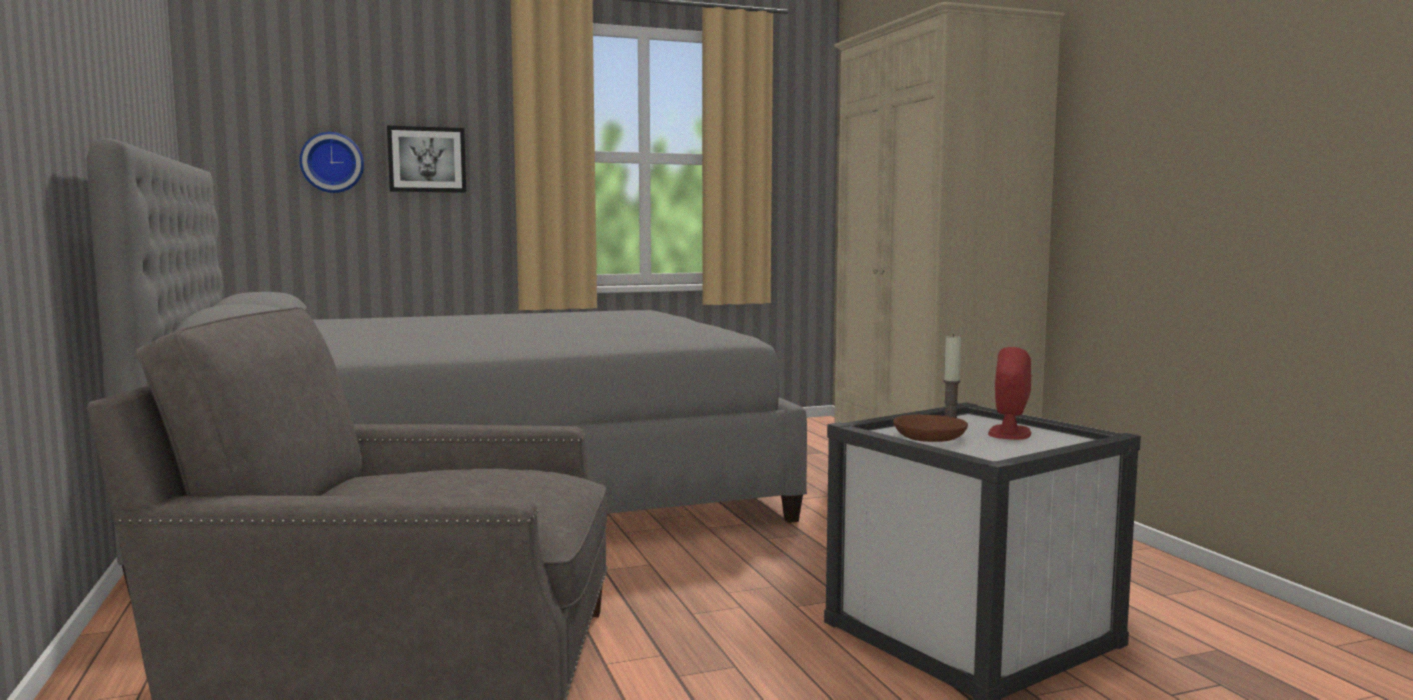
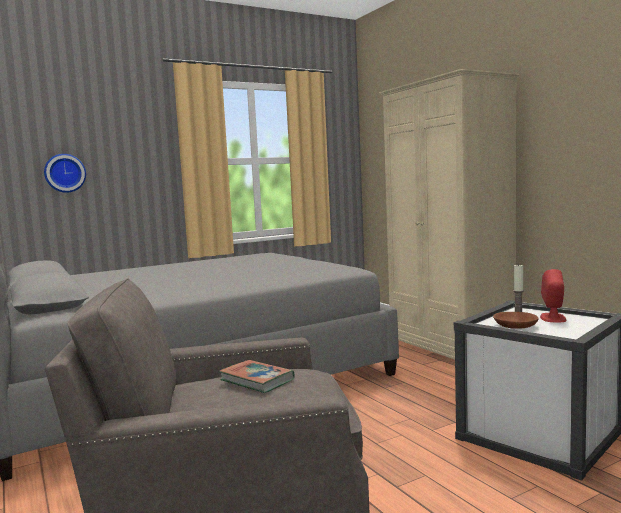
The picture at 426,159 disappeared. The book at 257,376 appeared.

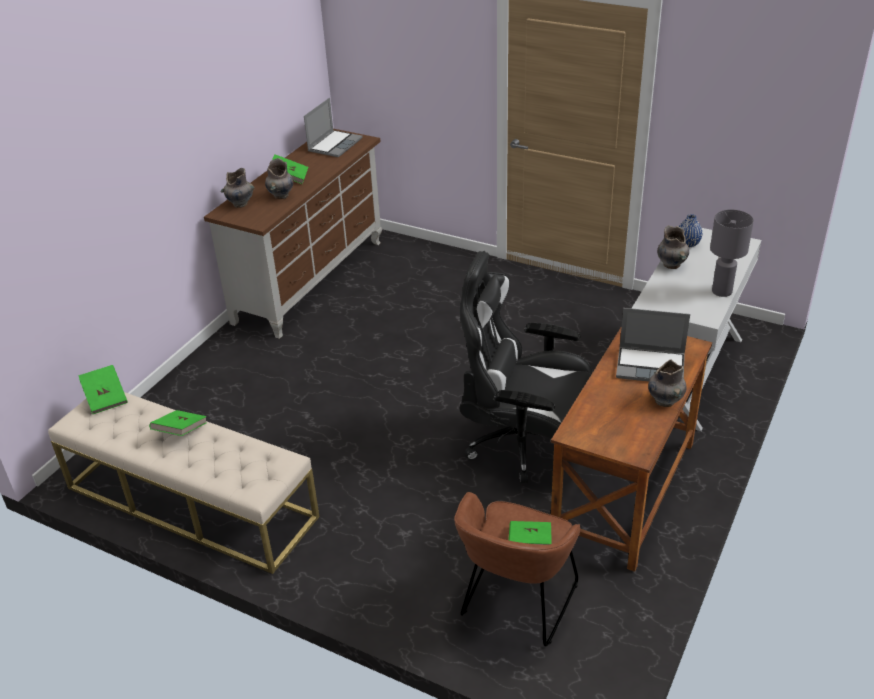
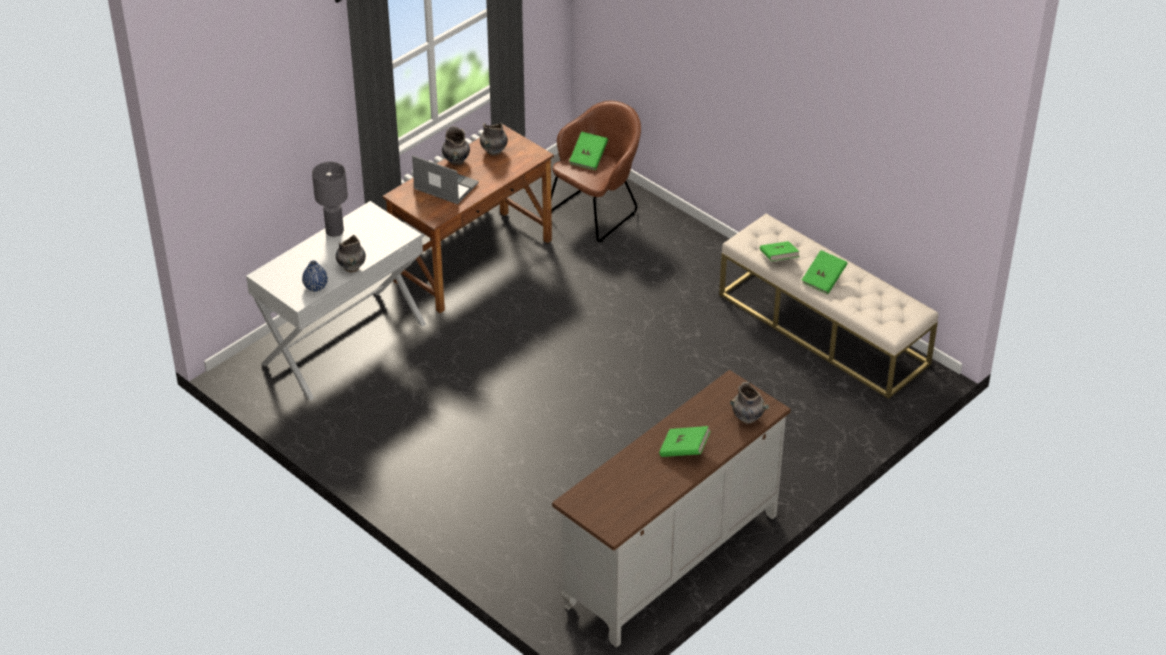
The laptop at 333,127 disappeared. The grey vase moved from 279,178 to 494,139. The black office chair at 526,367 disappeared. The green book moved from 103,389 to 780,251.

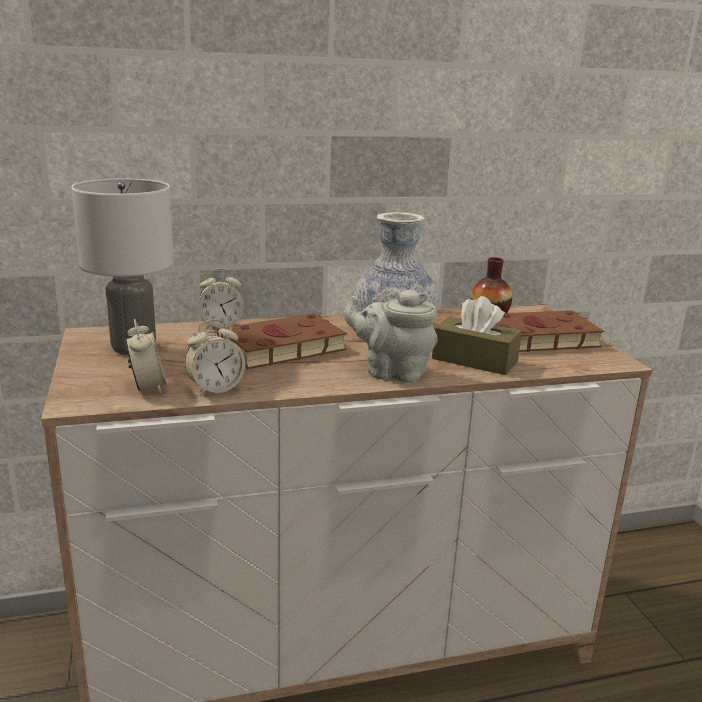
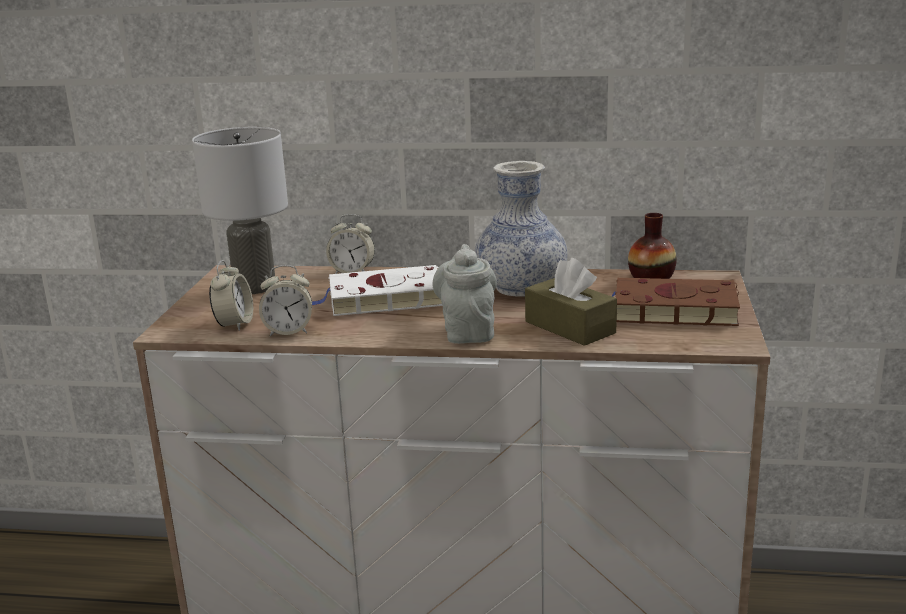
The grey teapot at 390,336 turned 45 degrees clockwise. The brown book at 282,341 became the white book at 377,290.

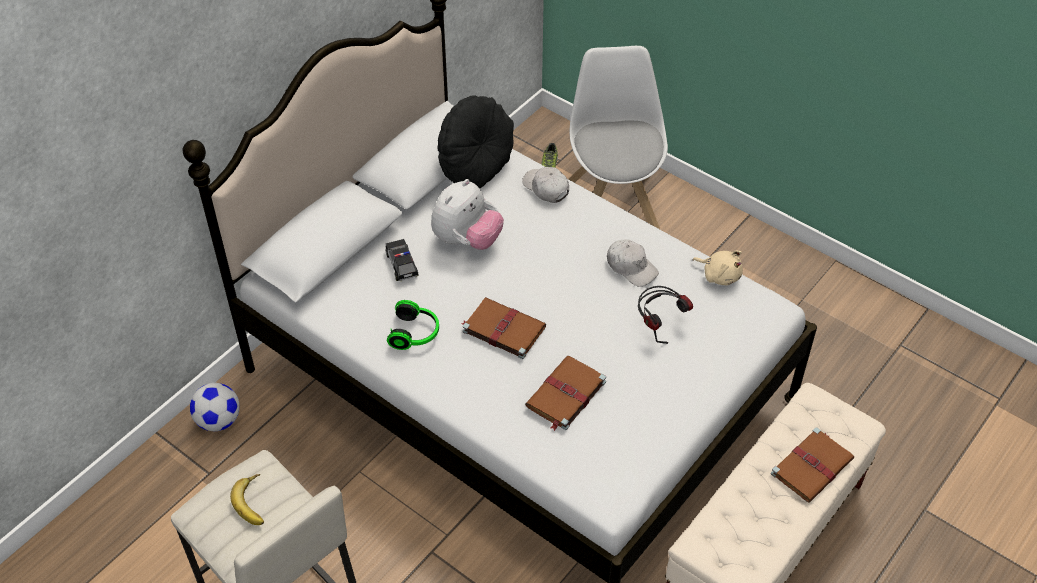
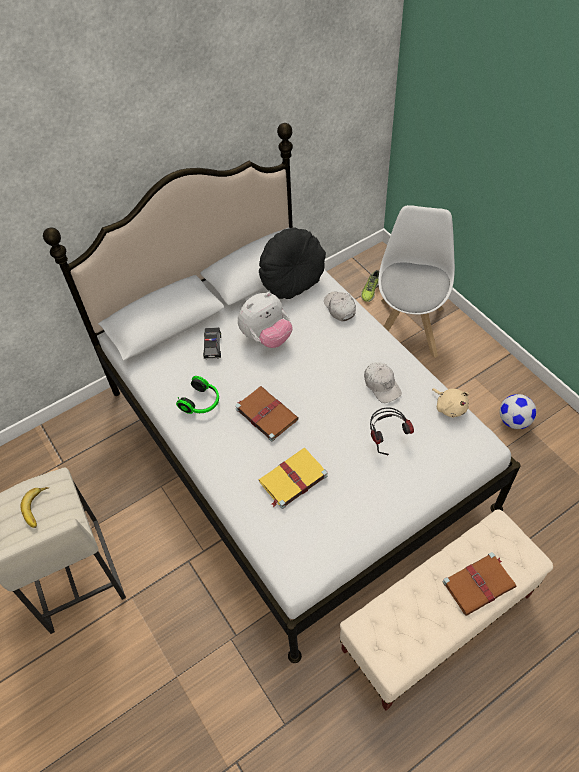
The brown book at 565,393 became the yellow book at 293,478. The football moved from 214,407 to 518,411.

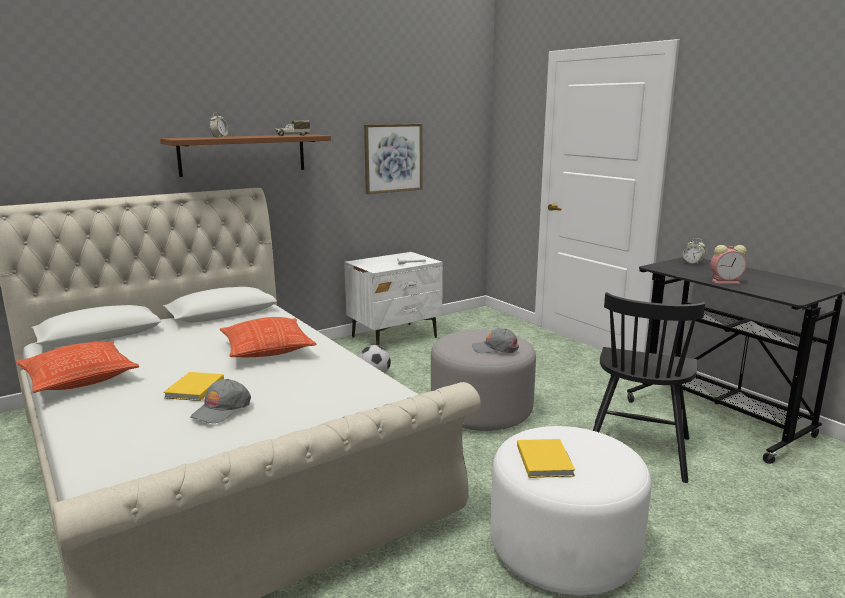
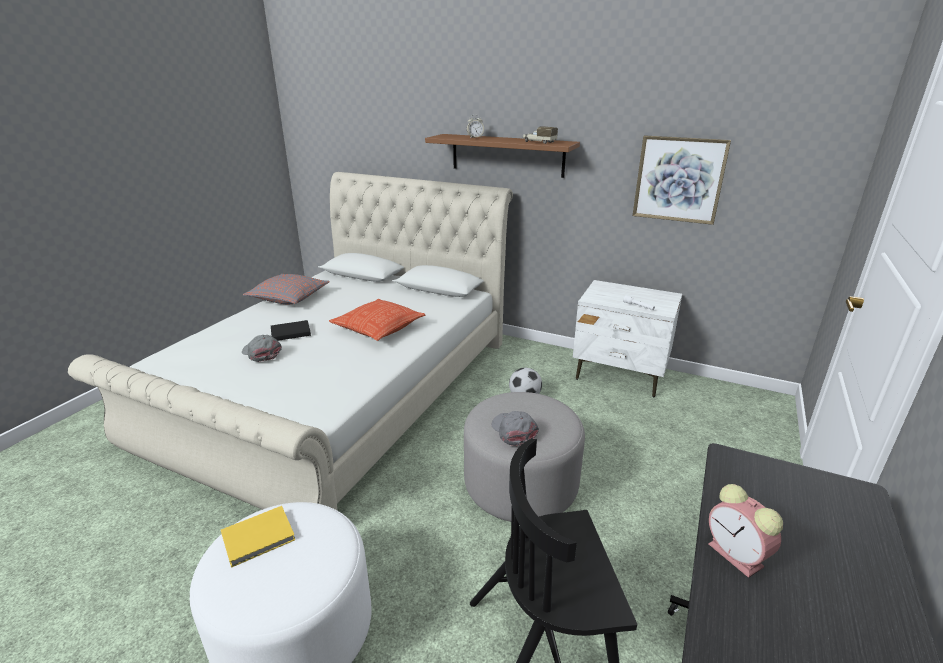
The alarm clock at 694,251 disappeared. The orange pillow at 77,367 became the grey pillow at 286,289. The yellow book at 193,386 became the black book at 291,330. The grey cap at 220,401 turned 45 degrees clockwise.

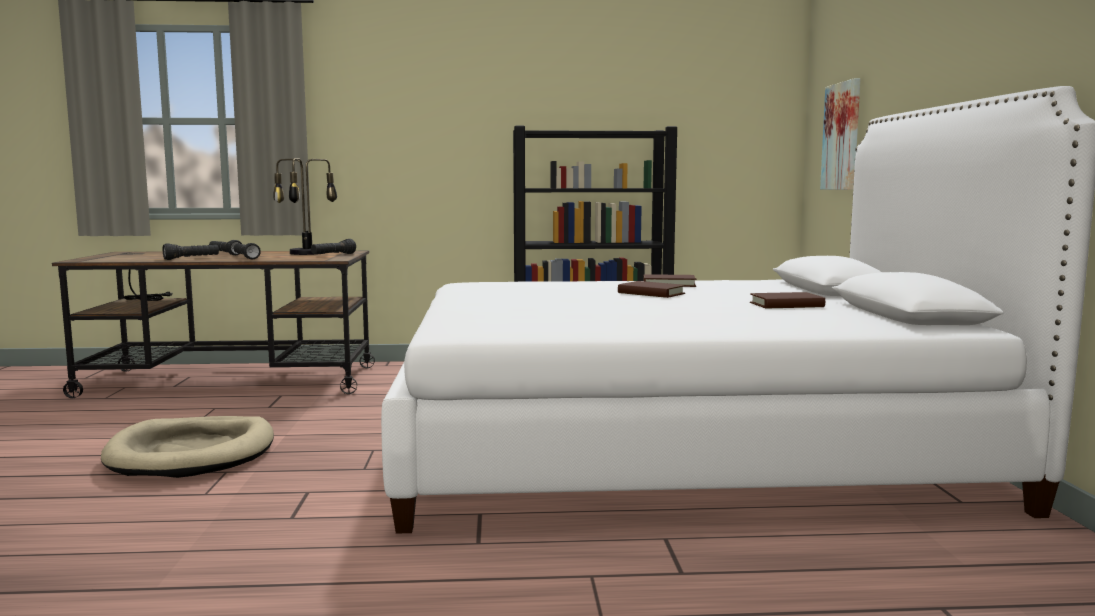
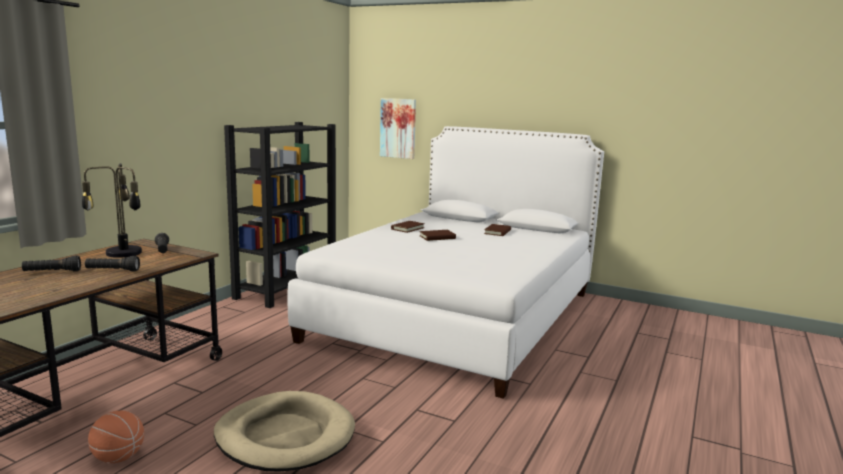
The black flashlight at 191,251 disappeared. The basketball at 116,437 appeared.

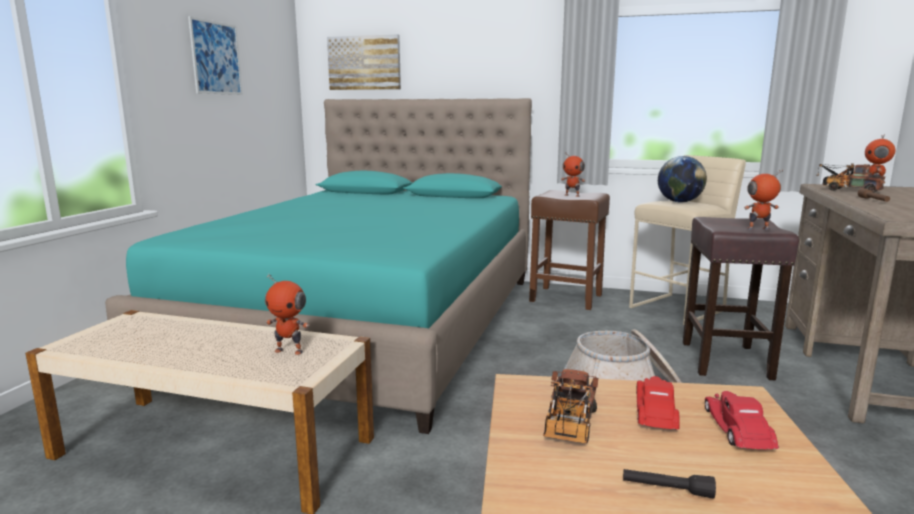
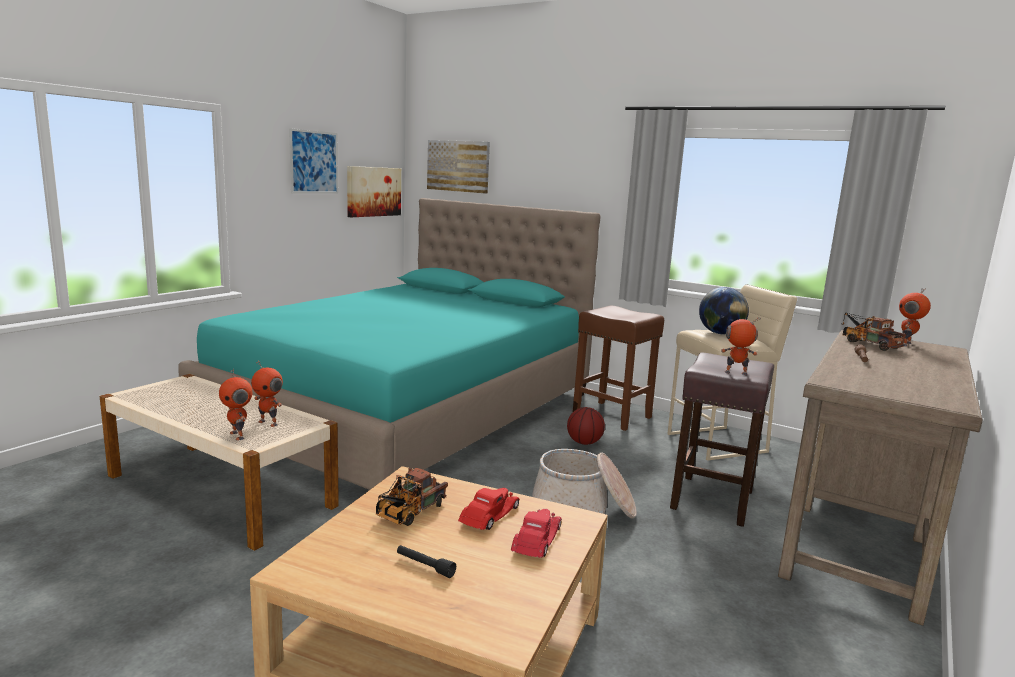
The toy robot moved from 573,175 to 236,404. The picture at 374,191 appeared. The basketball at 586,426 appeared.

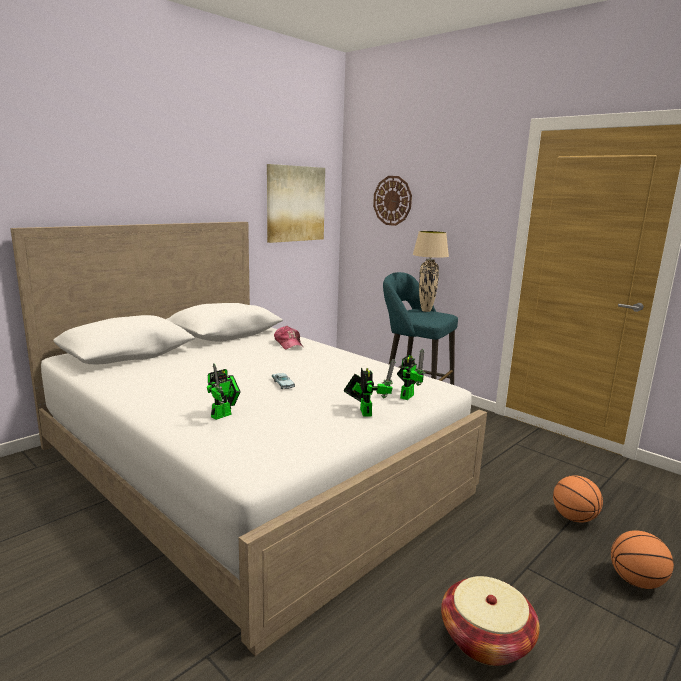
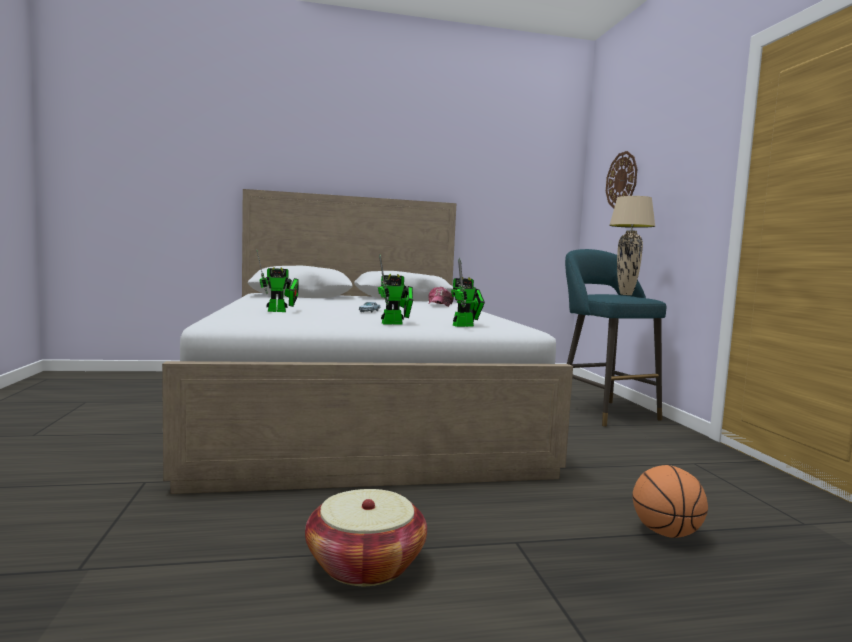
The picture at 296,203 disappeared. The toy robot at 369,387 turned 45 degrees clockwise. The basketball at 642,559 disappeared.

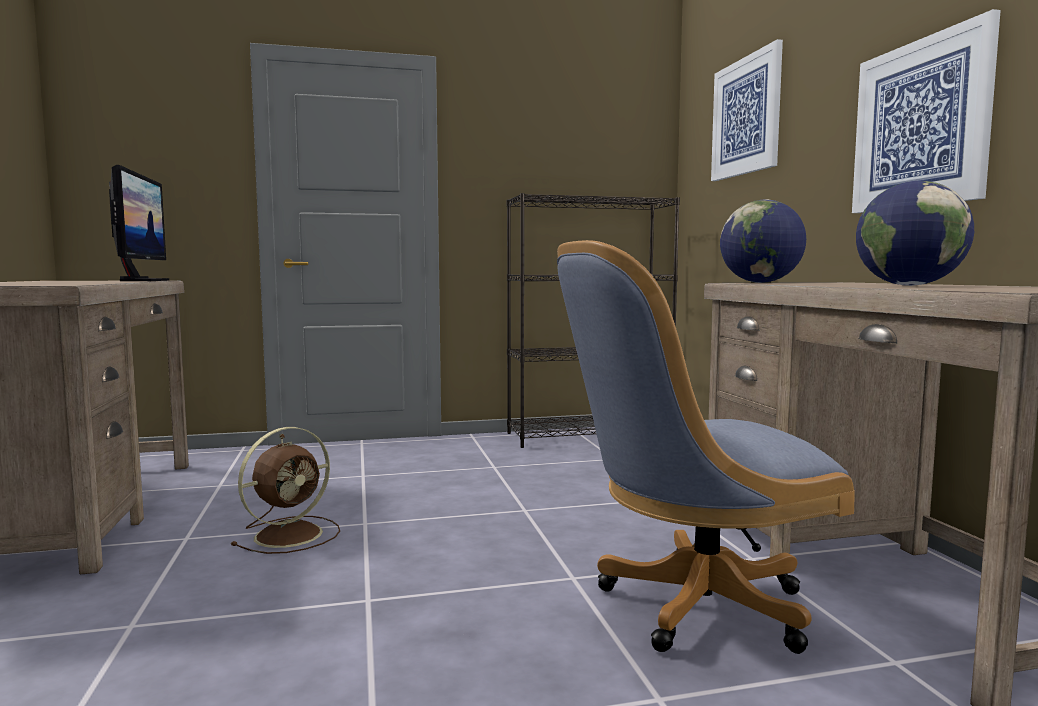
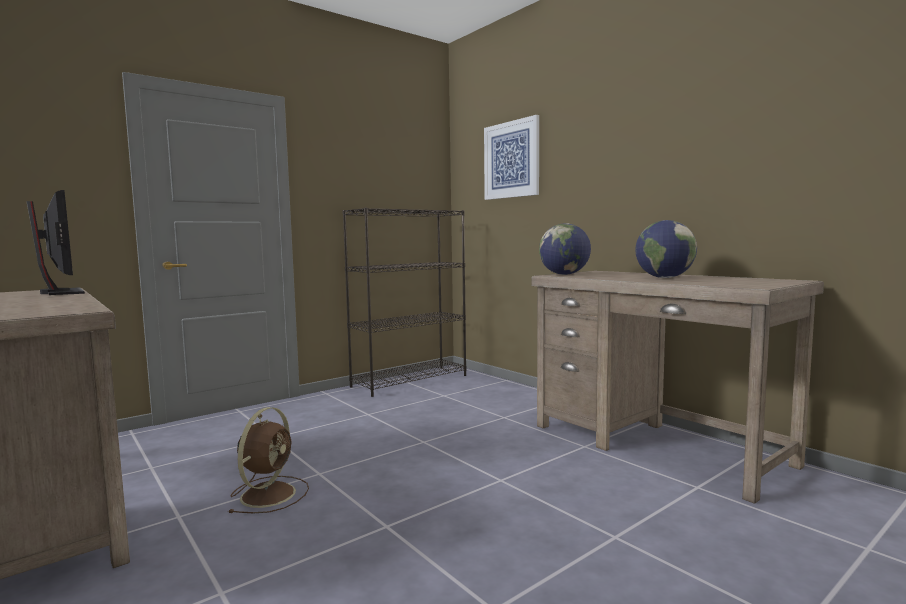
The picture at 926,111 disappeared. The blue office chair at 706,447 disappeared.

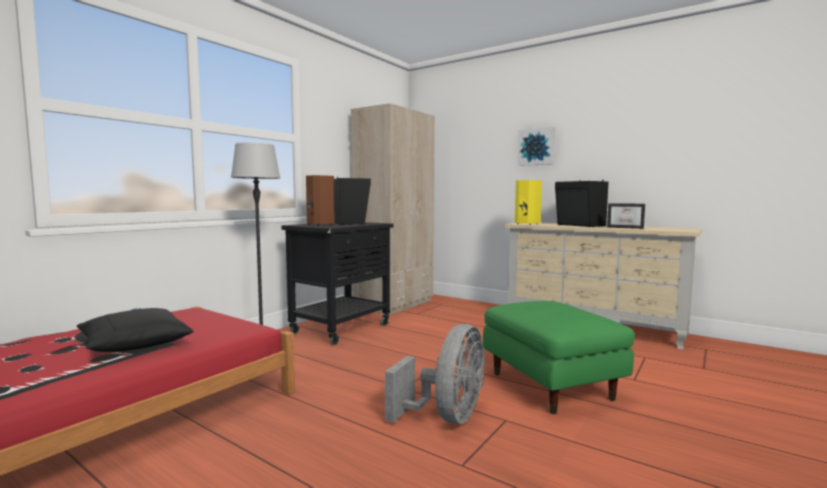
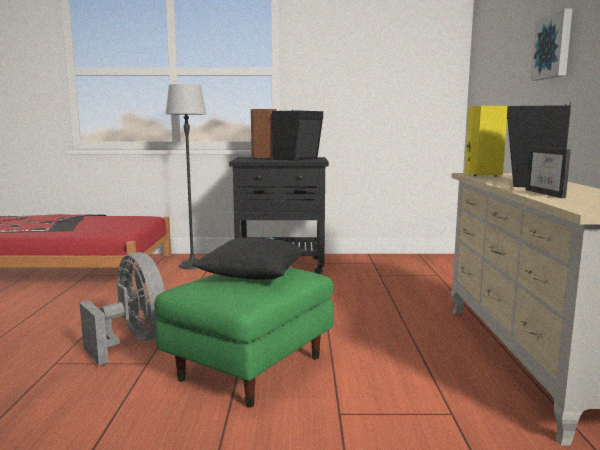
The beige wardrobe at 393,209 disappeared. The black pillow moved from 135,330 to 248,258. The grey fan at 434,374 turned 120 degrees counterclockwise.

